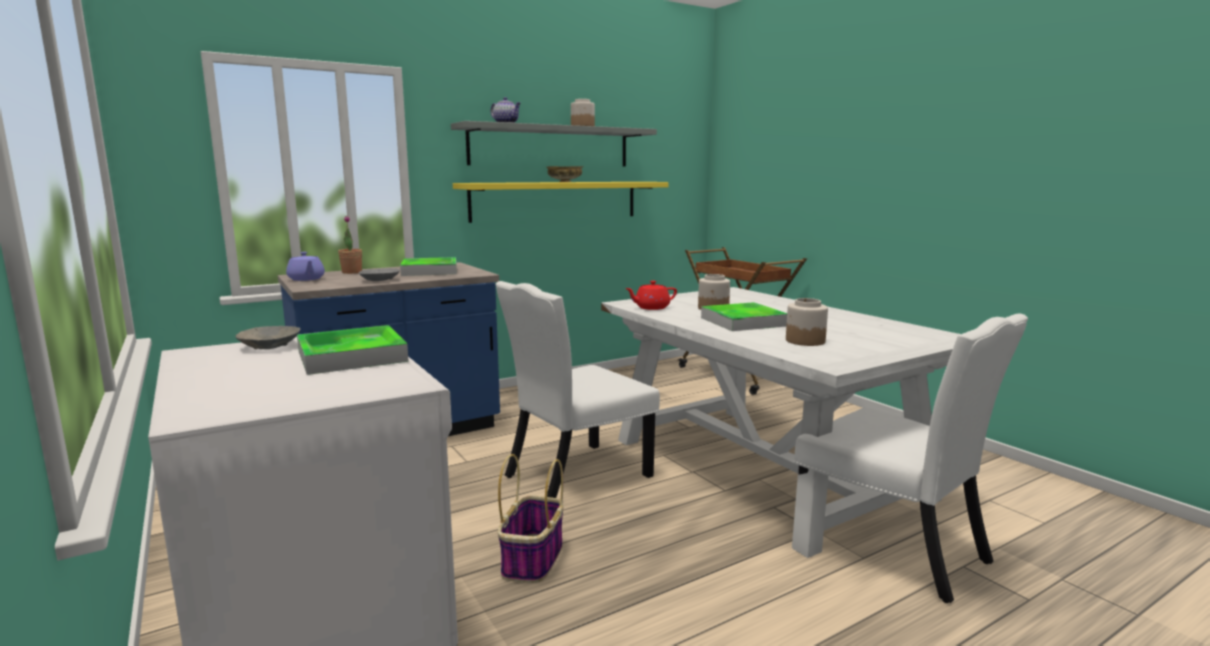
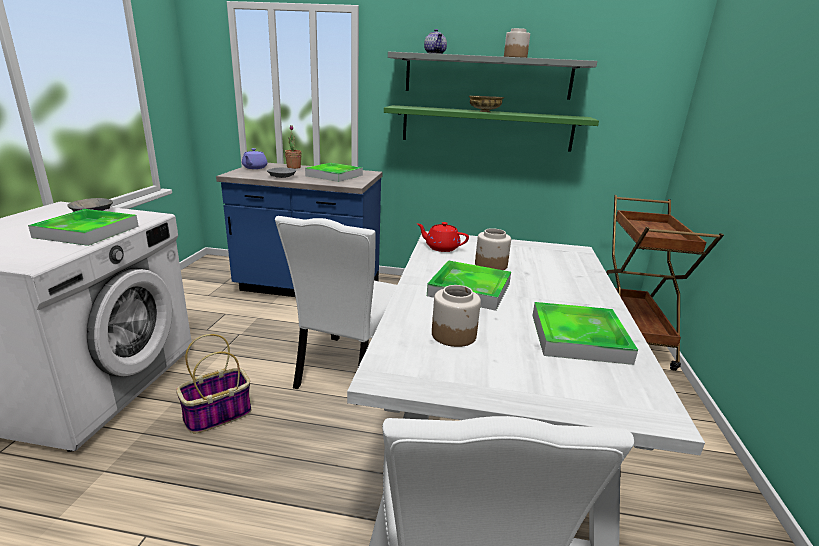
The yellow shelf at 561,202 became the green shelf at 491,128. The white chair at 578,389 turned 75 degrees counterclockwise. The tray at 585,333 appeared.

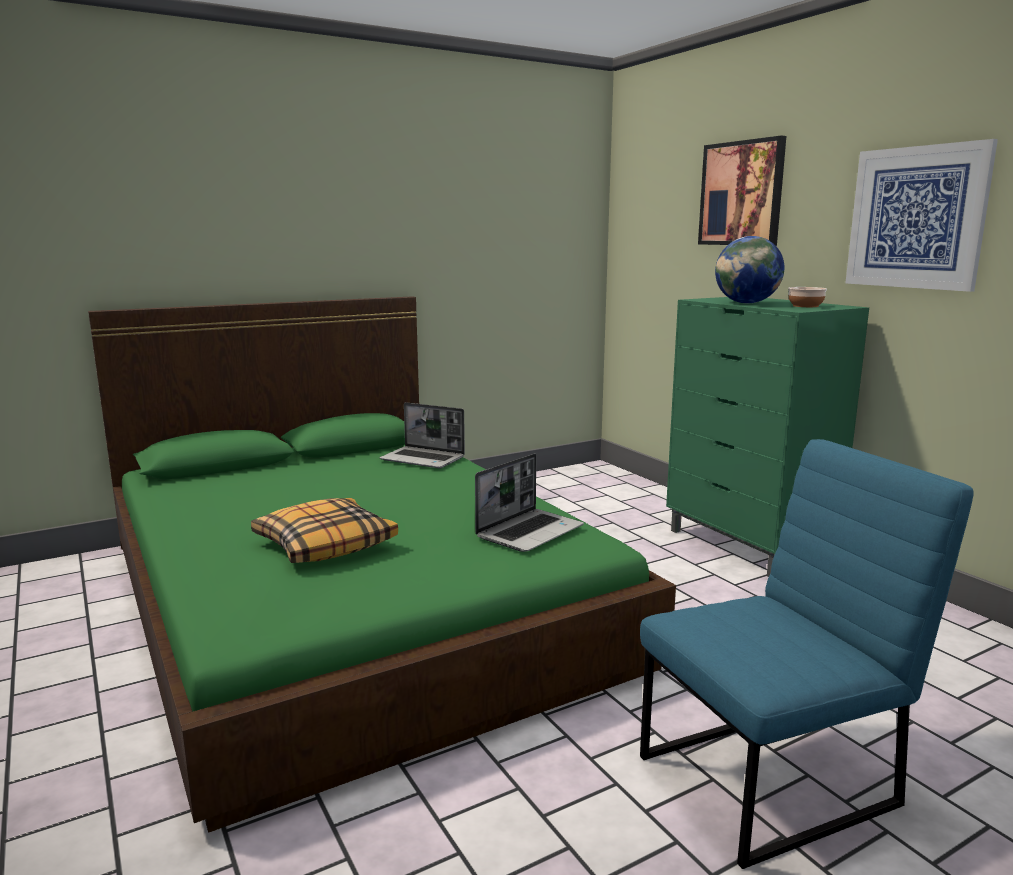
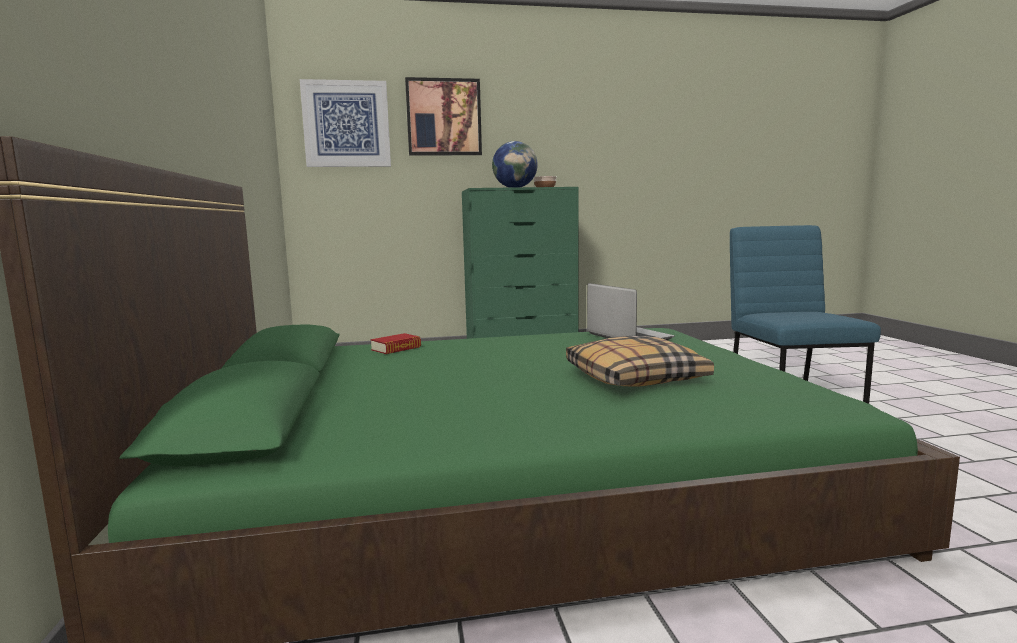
The picture moved from 922,215 to 345,123. The laptop at 422,435 was replaced by the book at 395,343.

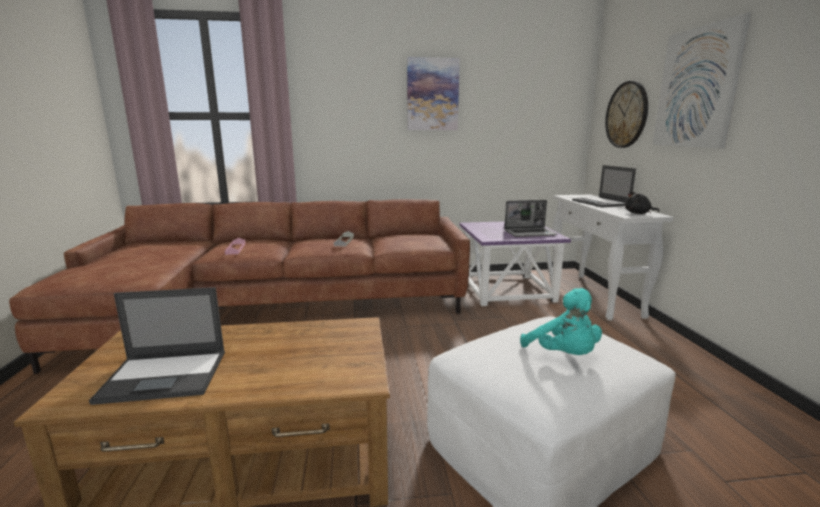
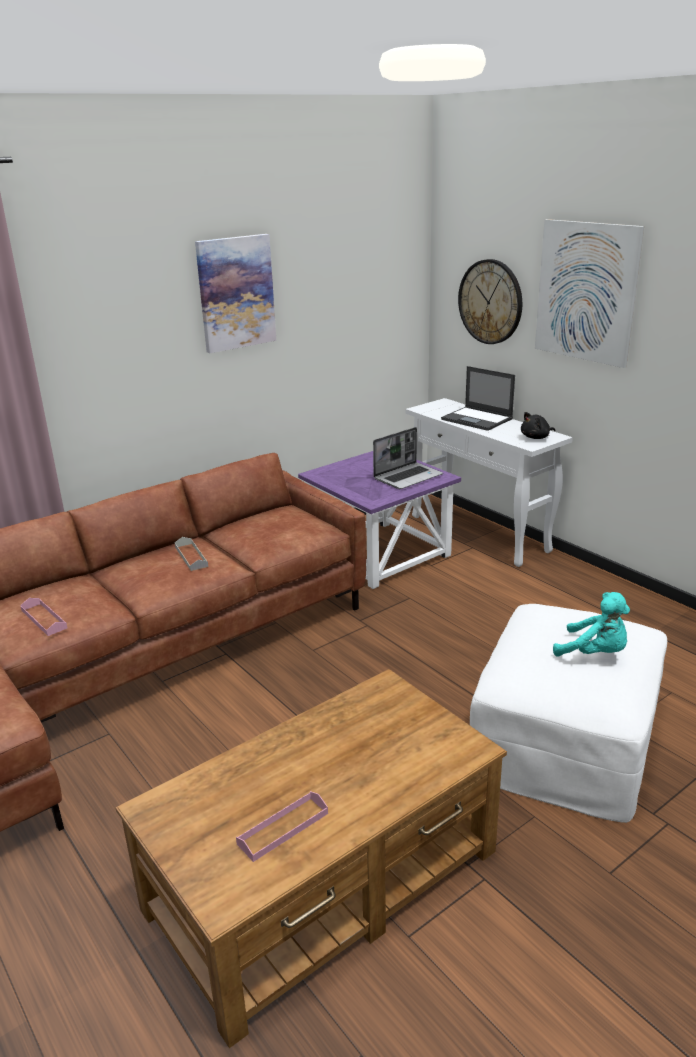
The laptop at 157,346 was replaced by the pink tray at 282,826.

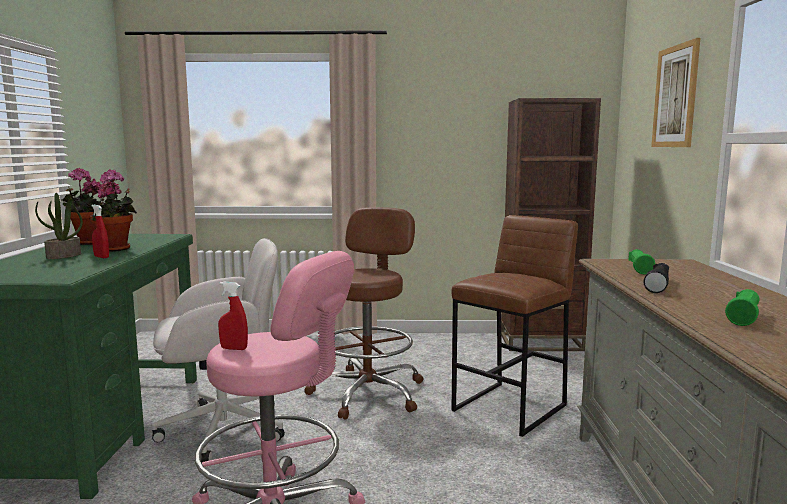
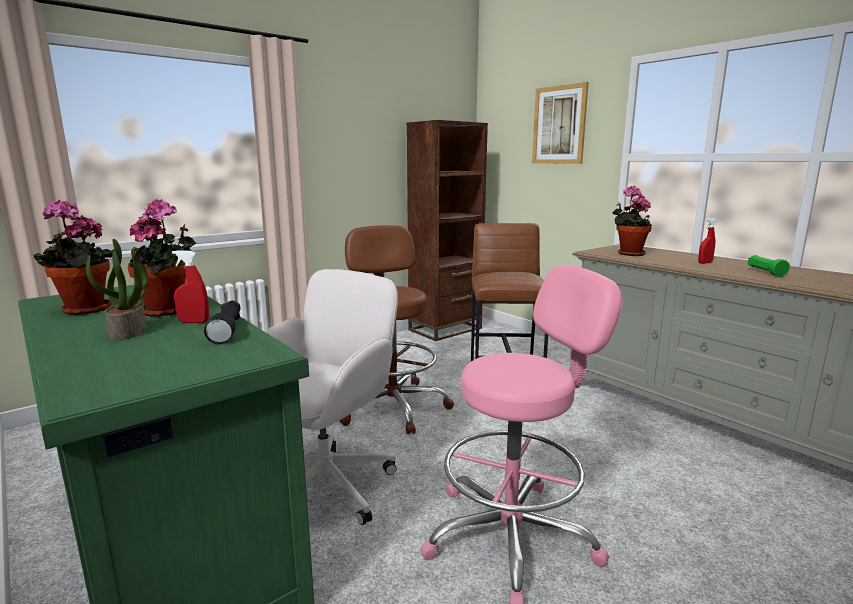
The green flashlight at 641,261 was replaced by the potted plant at 632,221. The black flashlight moved from 656,278 to 222,322. The red spray bottle moved from 233,316 to 707,241.

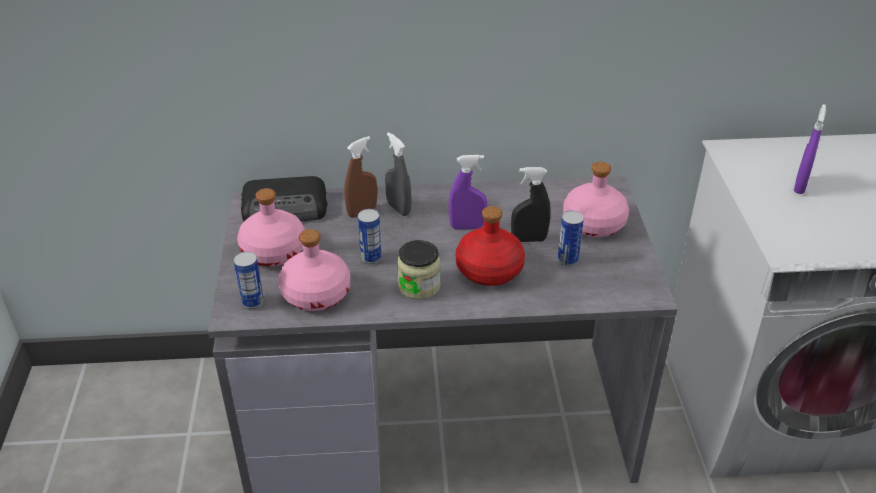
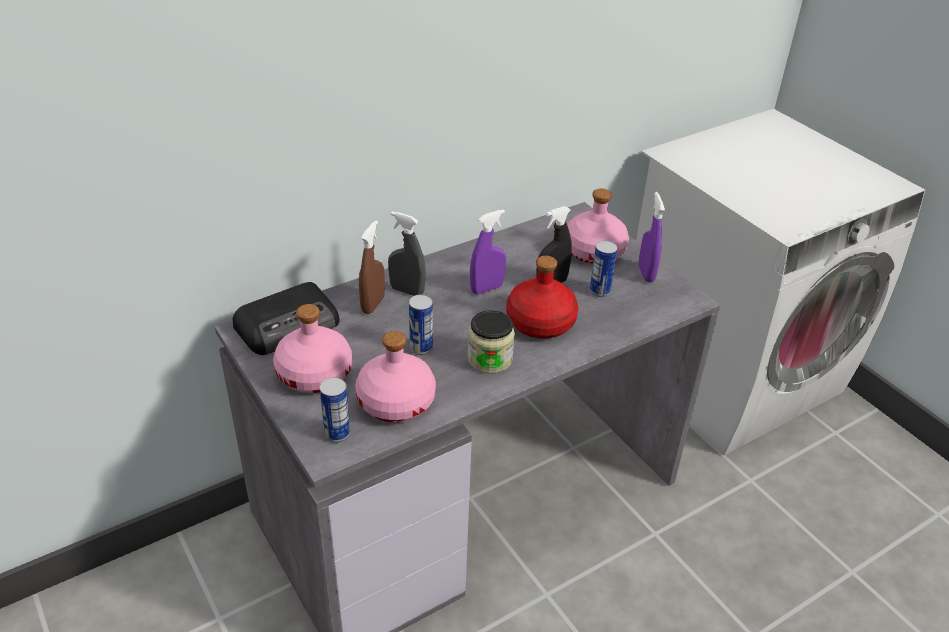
The purple spray bottle moved from 810,149 to 652,237.

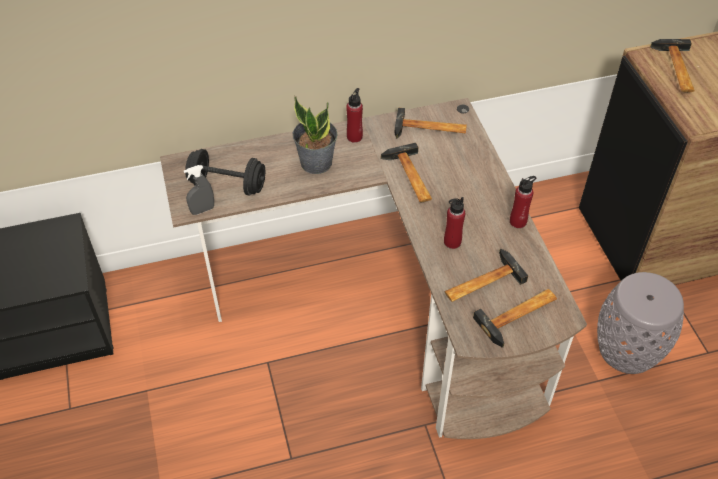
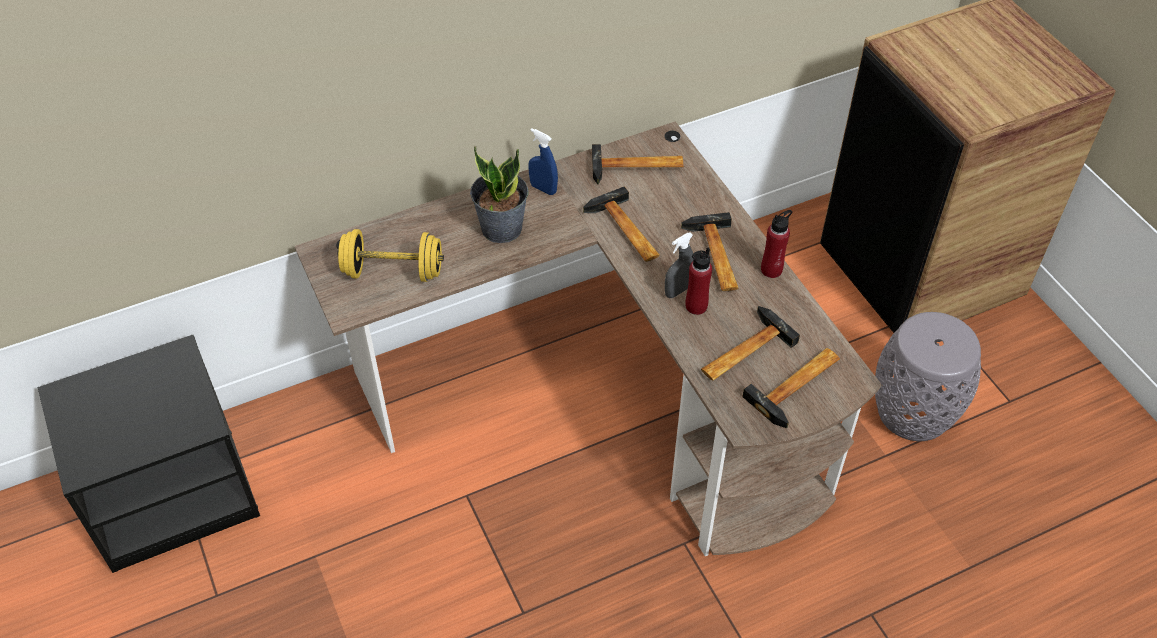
The hammer moved from 672,65 to 709,251. The red bottle at 354,115 was replaced by the blue spray bottle at 543,161. The black dumbbell at 225,172 became the yellow dumbbell at 390,255. The grey spray bottle moved from 199,190 to 679,265.

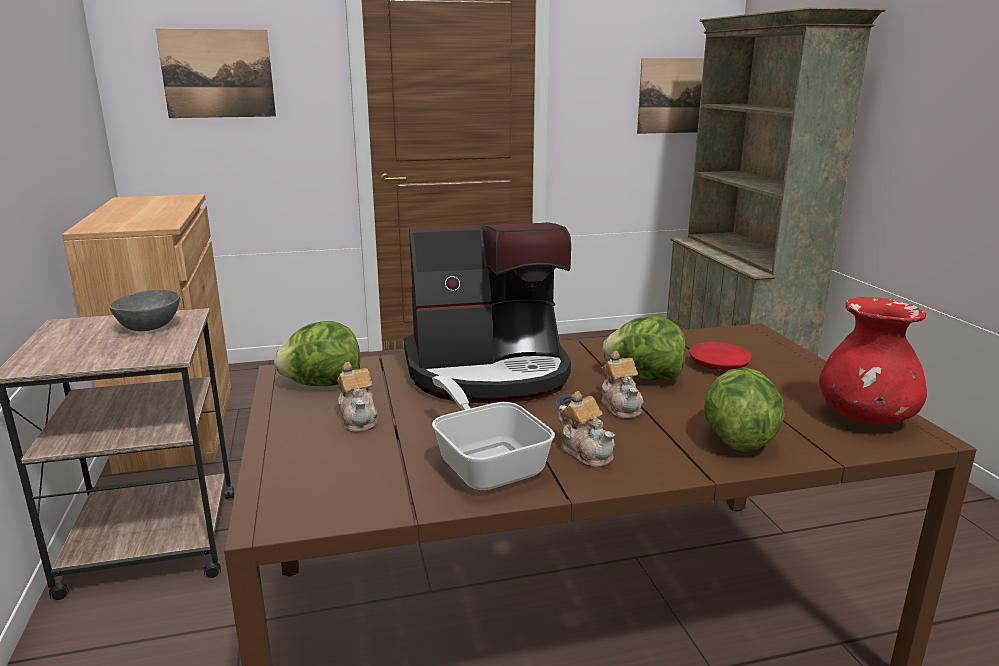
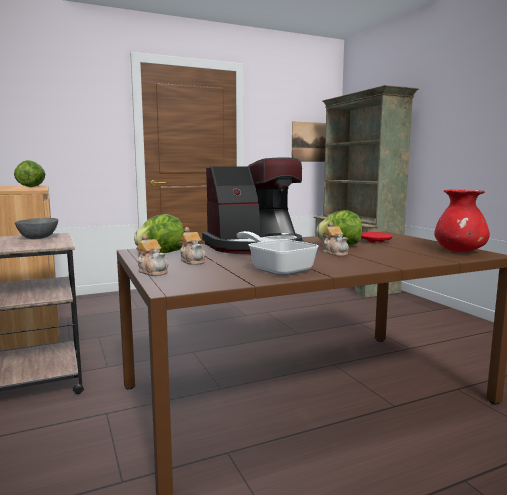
The picture at 216,73 disappeared. The lettuce moved from 744,409 to 29,173. The teapot moved from 586,429 to 152,255.

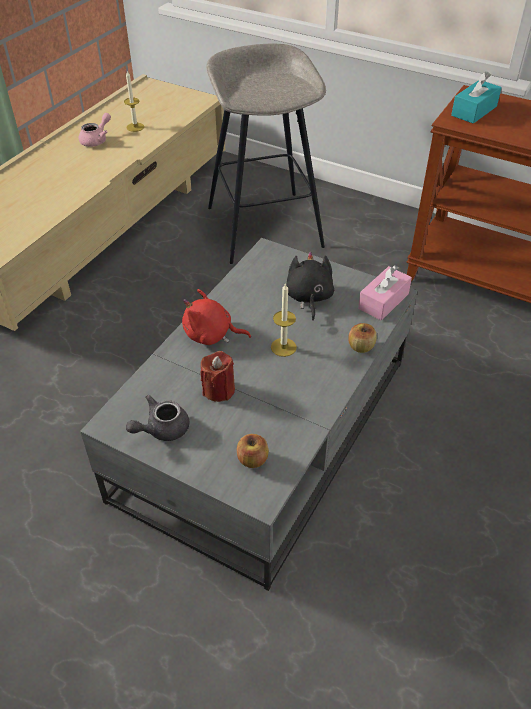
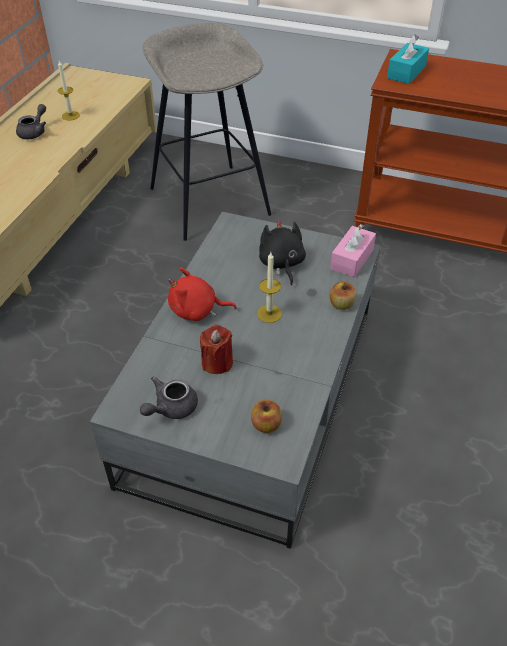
The pink teapot at 95,130 became the grey teapot at 31,121.

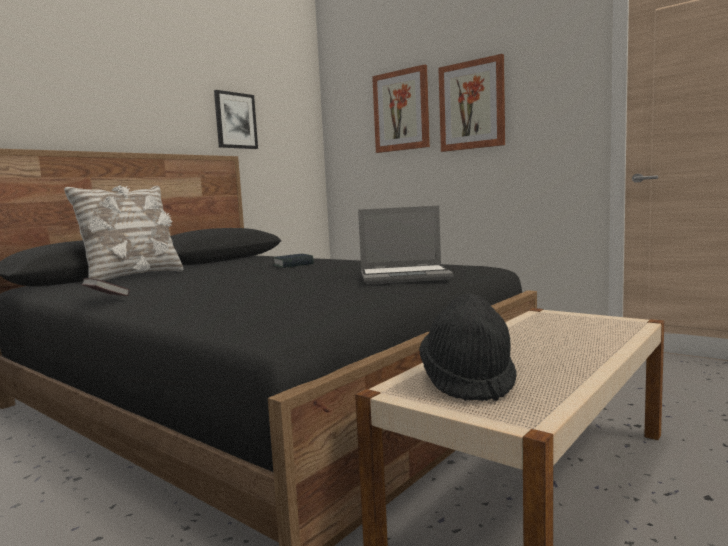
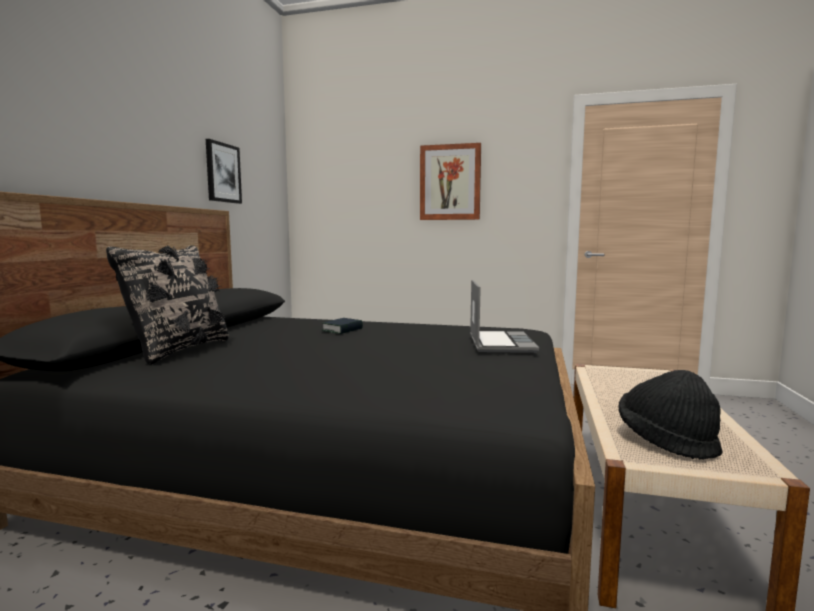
The picture at 401,108 disappeared. The white pillow at 123,233 became the black pillow at 167,305. The laptop at 406,245 turned 60 degrees counterclockwise. The book at 105,287 disappeared.

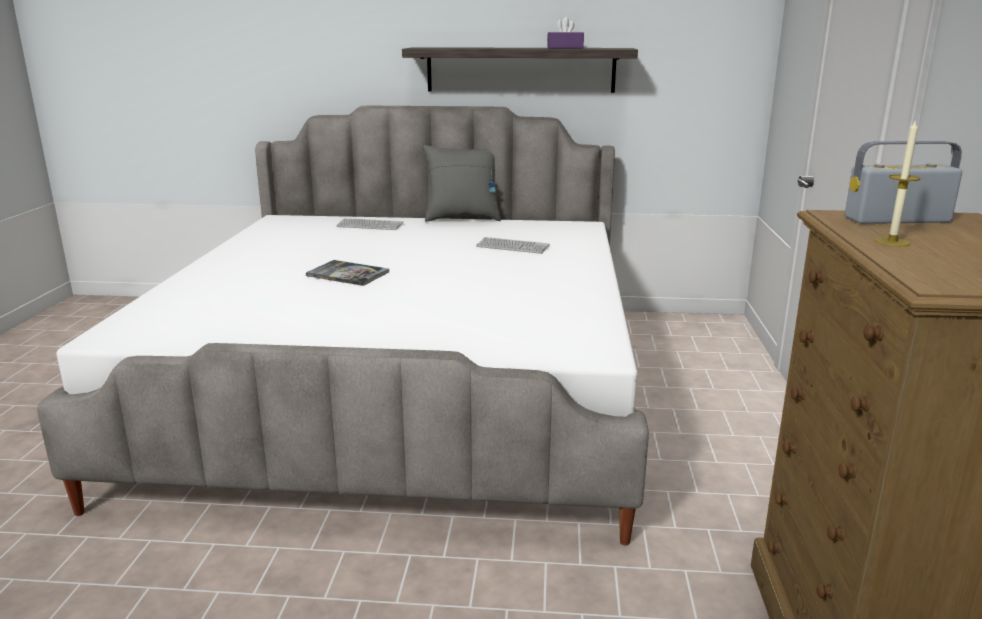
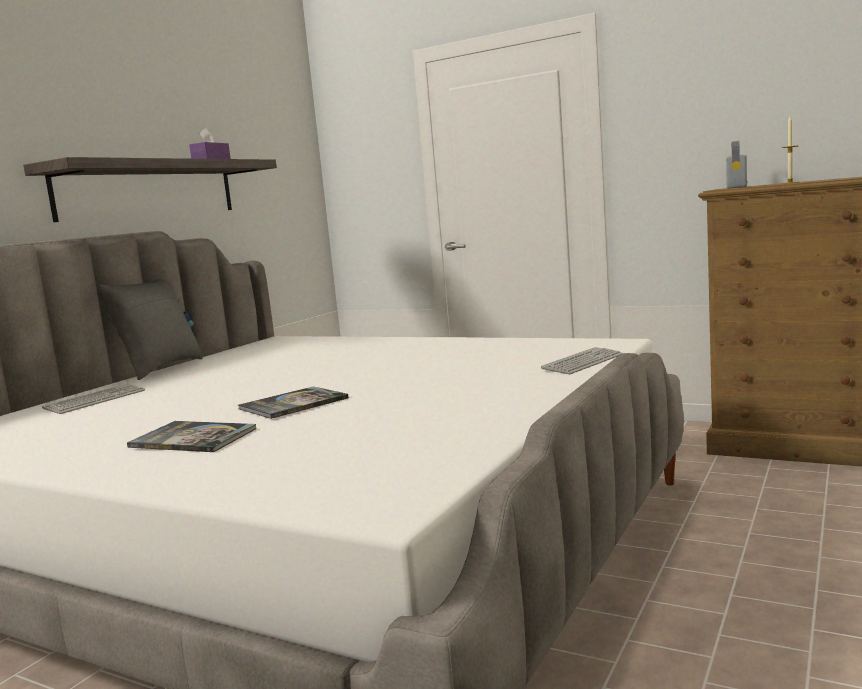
The keyboard moved from 513,245 to 582,360. The book at 191,436 appeared.

